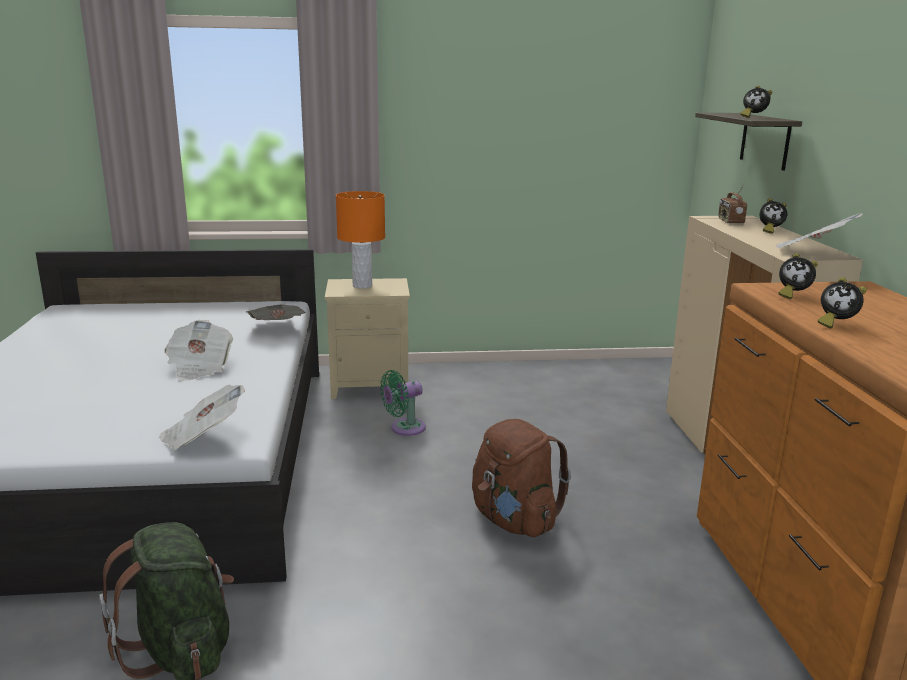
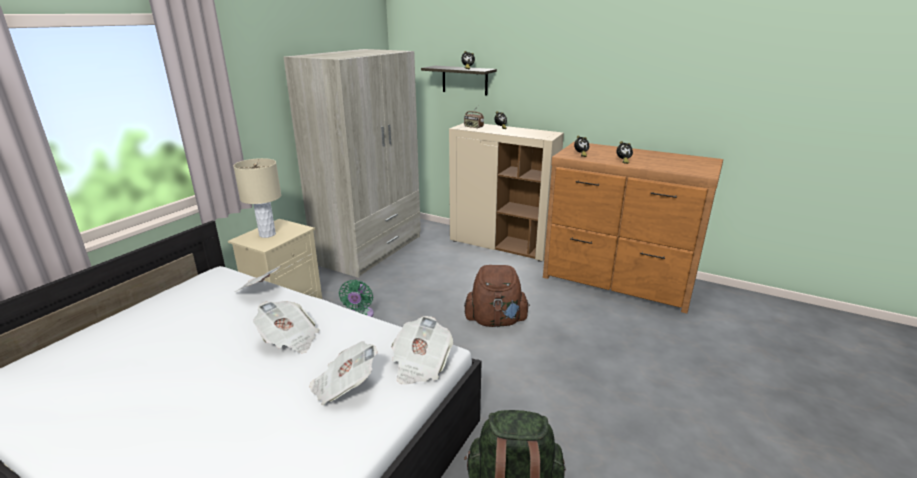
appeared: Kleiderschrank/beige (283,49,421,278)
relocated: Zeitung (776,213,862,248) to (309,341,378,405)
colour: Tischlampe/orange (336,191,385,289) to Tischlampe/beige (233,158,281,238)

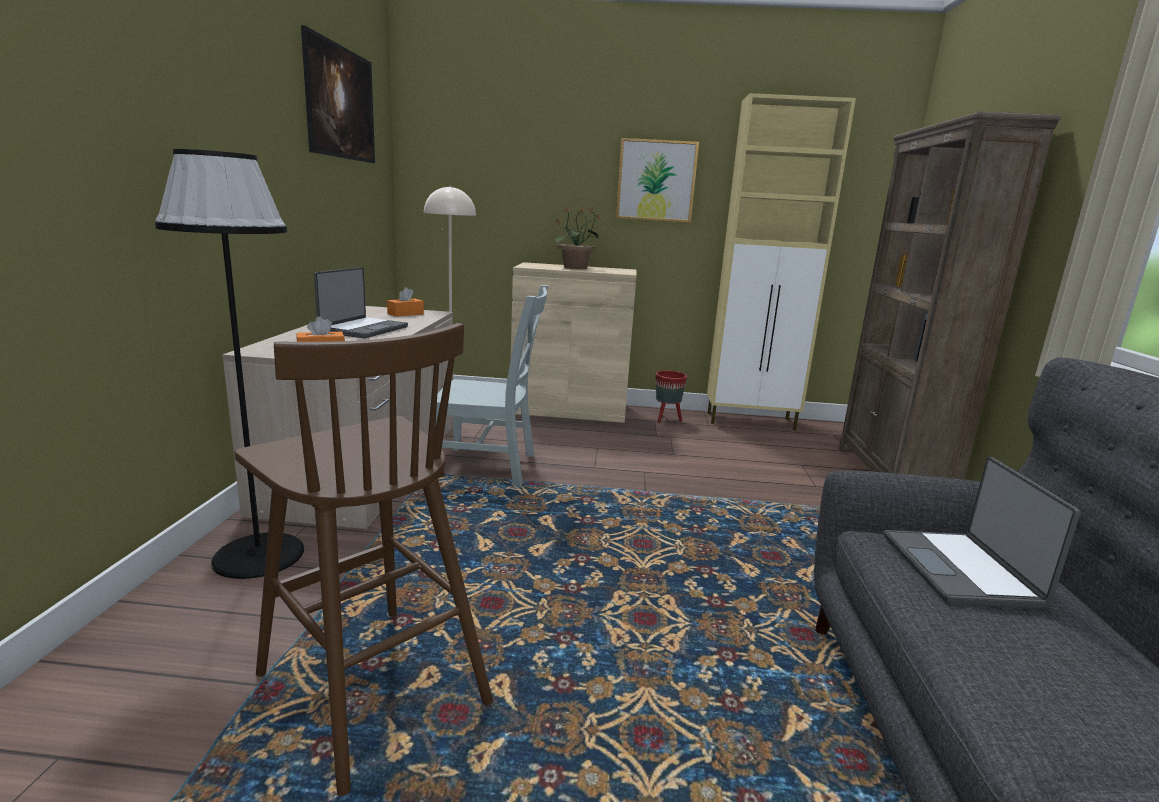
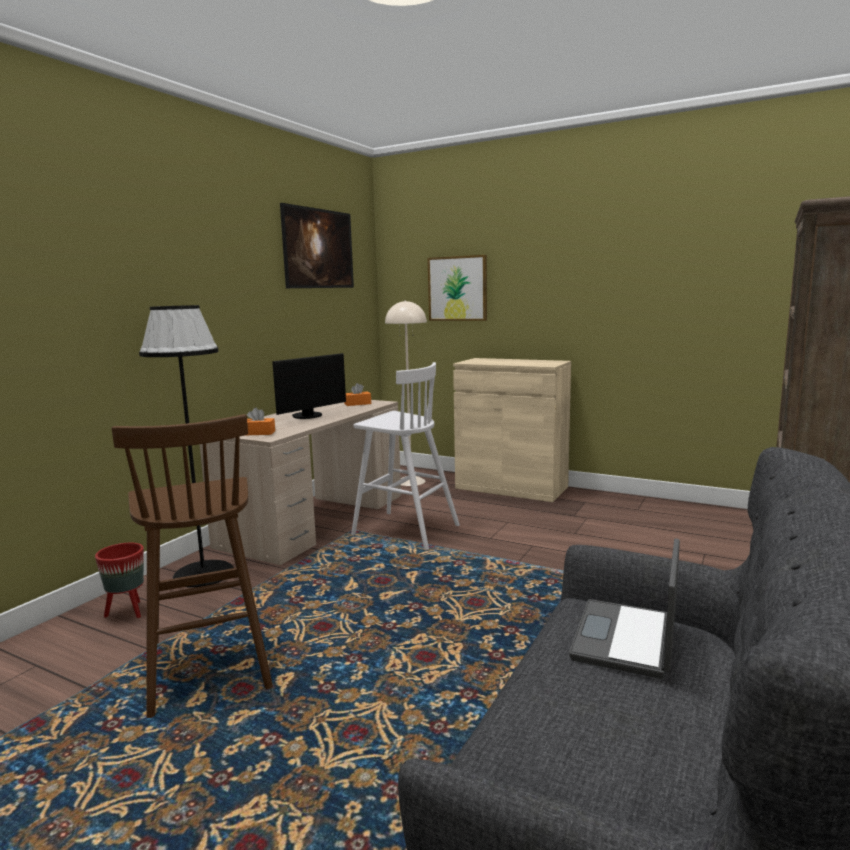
missing: Topfpflanze (555,207,605,269); Schrank/beige (707,93,856,431)
relocated: Bild (616,138,699,223) to (428,255,487,321); Pflanzkübel/rot (655,371,687,423) to (95,543,144,618)
exchanged: Laptop (314,267,408,338) to Monitor (272,353,346,419); Stuhl/grau (430,285,549,485) to Hocker/weiß (351,362,460,550)

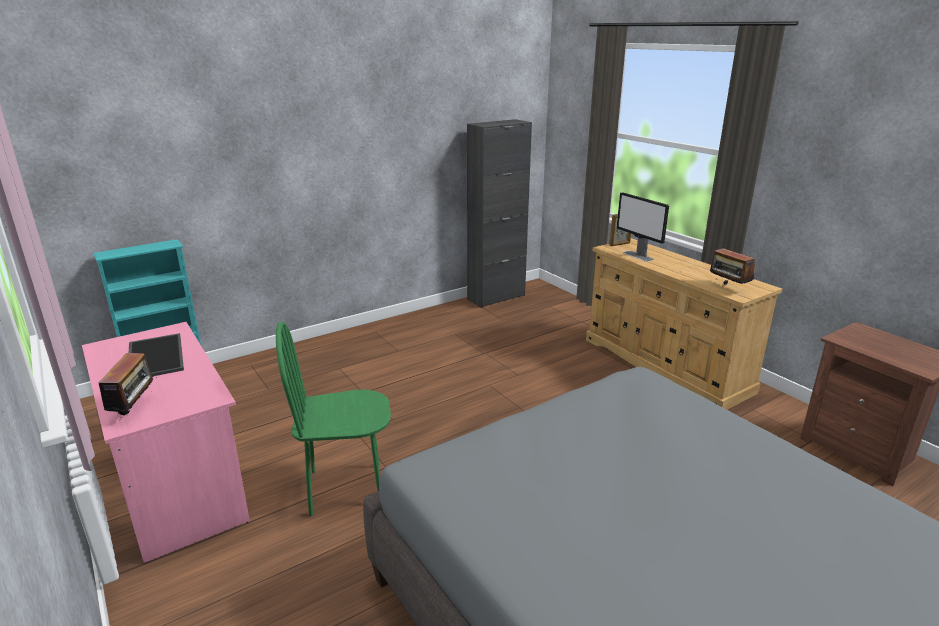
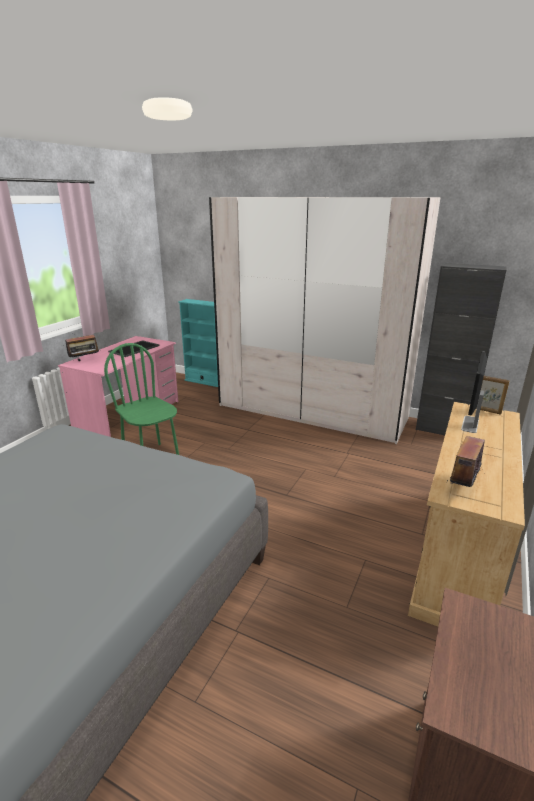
appeared: Kleiderschrank/beige (209,197,441,444)

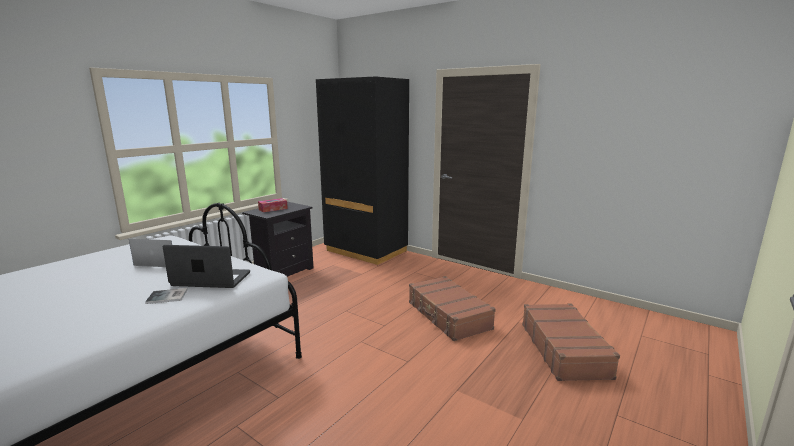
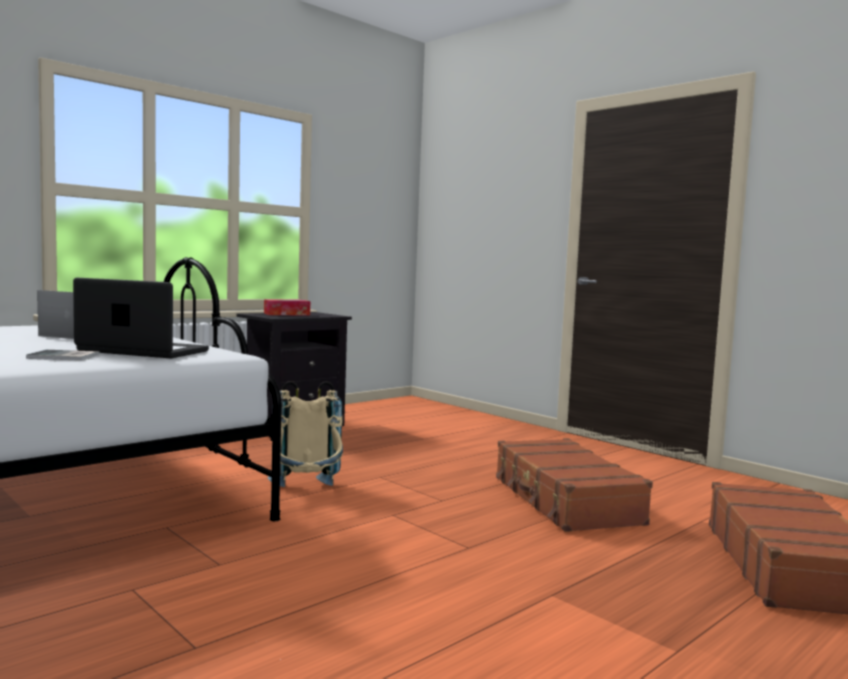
missing: Kleiderschrank/schwarz (316,76,409,265)
appeared: Rucksack/beige (268,381,343,487)

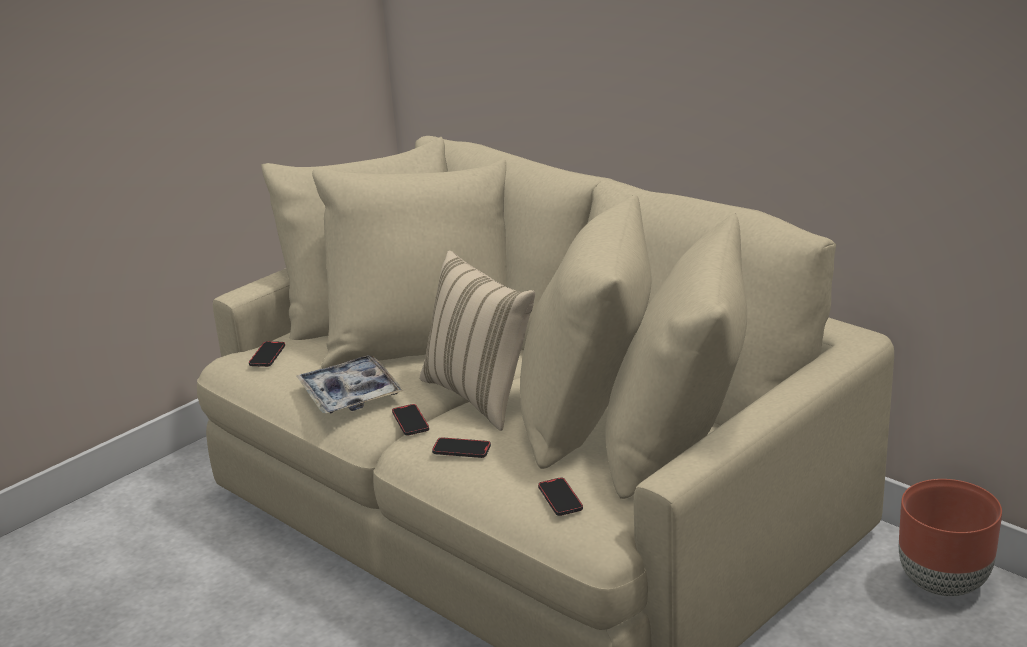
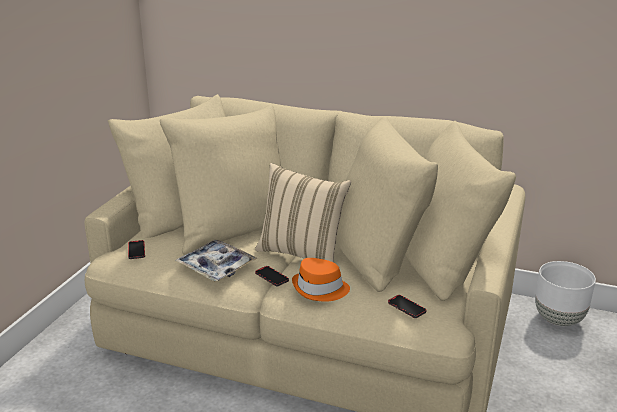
exchanged: Handy (432,437,491,458) to Hut/orange (292,258,350,302)
colour: Pflanzkübel/braun (899,479,1002,596) to Pflanzkübel/weiß (535,261,596,326)

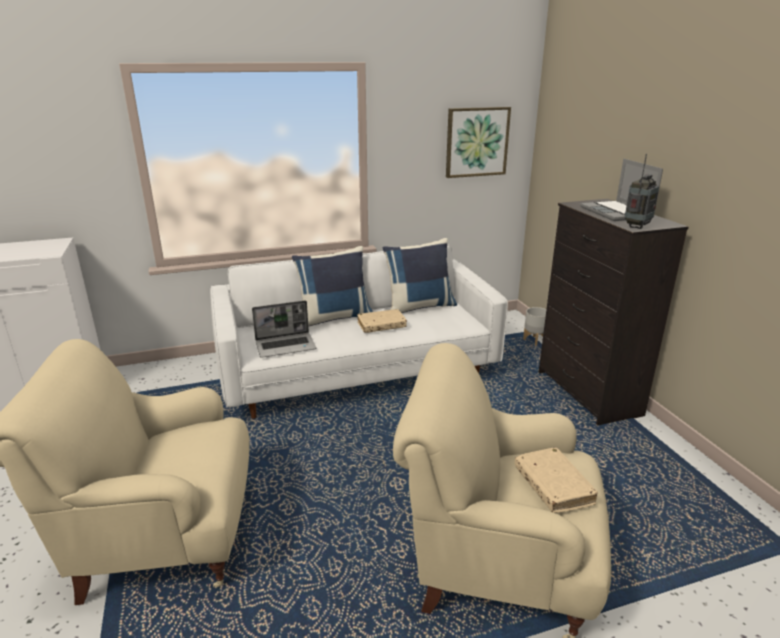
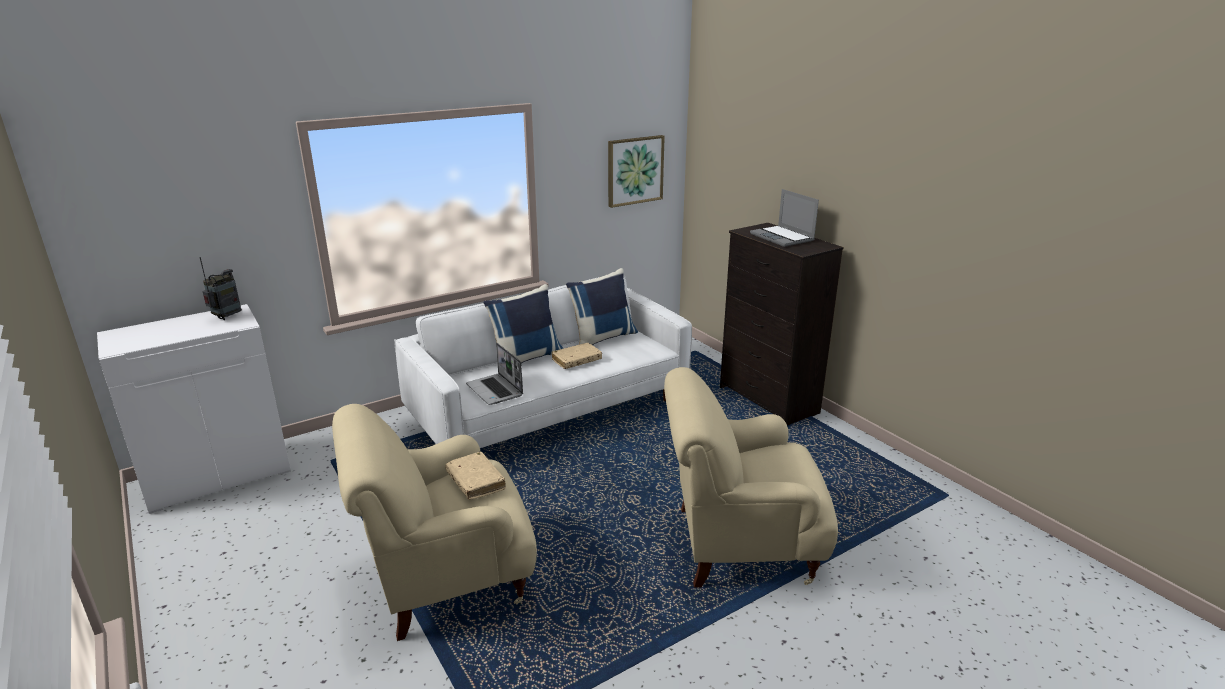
missing: Pflanzkübel/grau (523,307,546,346)
relocated: Buch/beige (515,447,598,513) to (445,452,506,500); Radio (625,154,659,229) to (200,257,242,320)
spun: Laptop (252,300,316,358) = (466,343,523,405) 90 degrees clockwise

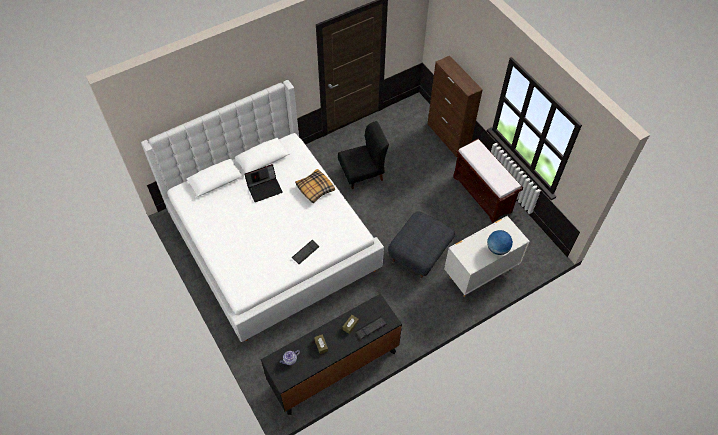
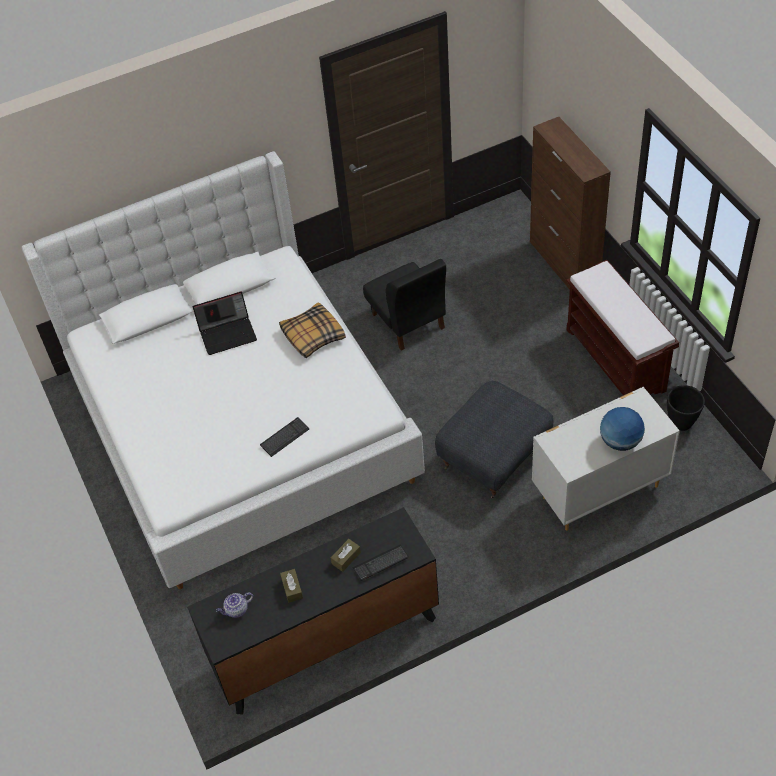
appeared: Pflanzkübel/schwarz (667,385,705,431)
spun: Stuhl/schwarz (338,121,389,189) = (363,259,446,351) 75 degrees clockwise

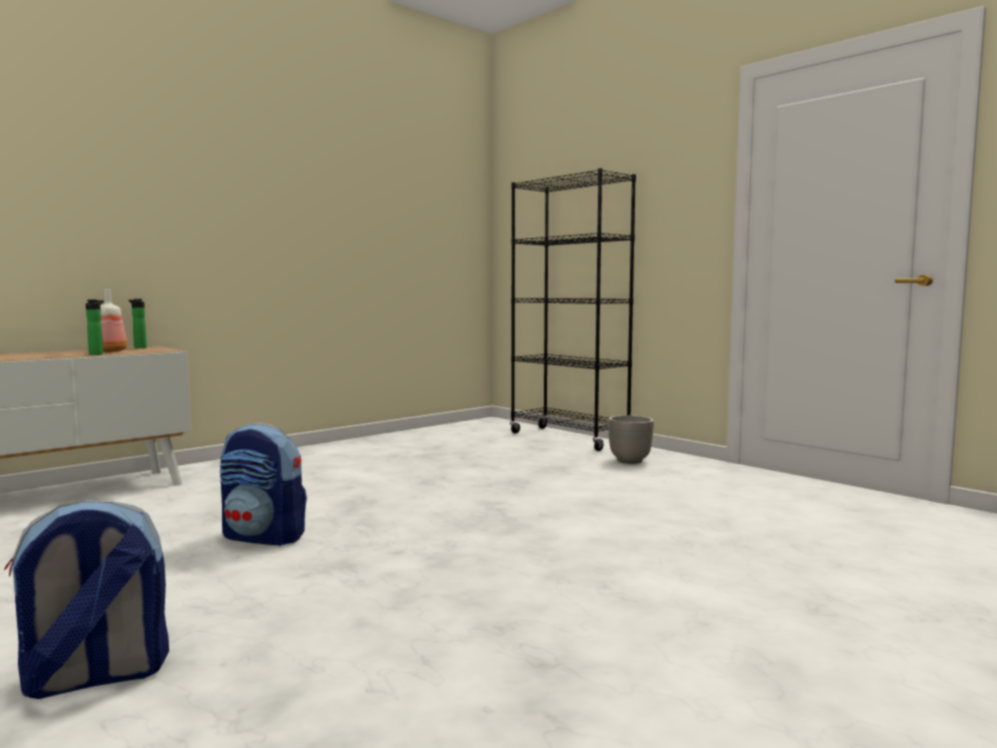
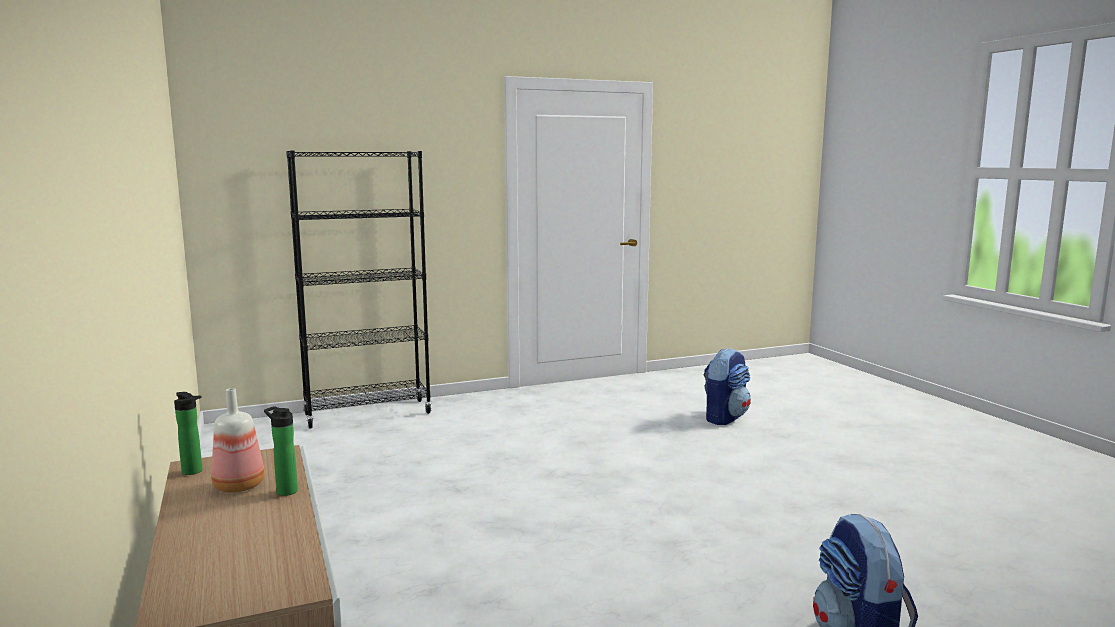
missing: Pflanzkübel (608,415,654,464)
relocated: Rucksack (220,423,307,546) to (704,348,751,425)

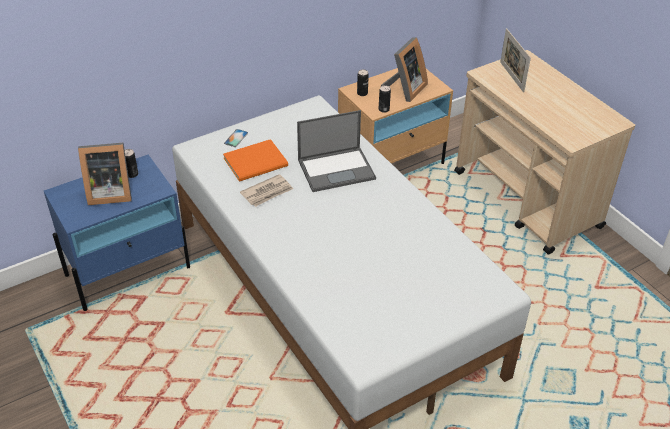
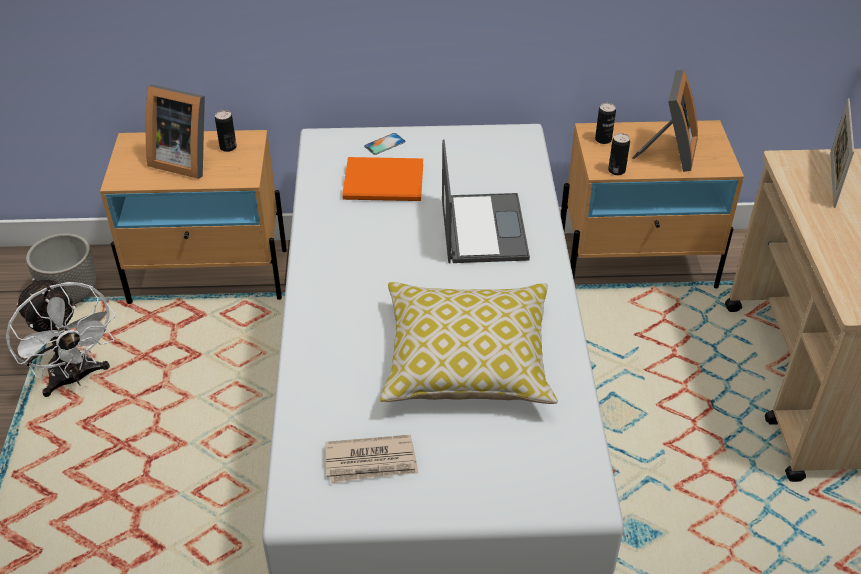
appeared: Ventilator/weiß (6,278,116,397); Pflanzkübel (26,233,96,304); Kissen (380,282,558,404)
relocated: Zeitung (240,174,293,207) to (325,435,418,483)
colour: Nachttisch/blau (44,154,190,311) to Nachttisch/beige (100,130,287,304)
spun: Laptop (297,110,376,192) = (442,140,530,263) 105 degrees counterclockwise; Bilderrahmen (381,37,428,102) = (633,69,698,172) 45 degrees counterclockwise

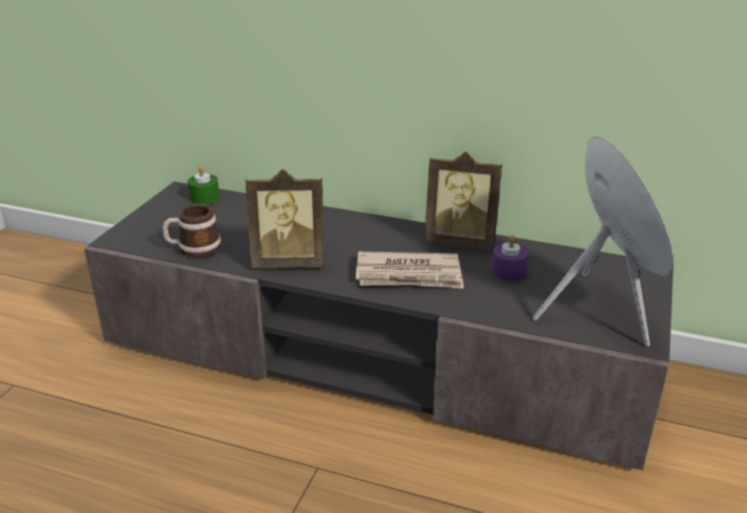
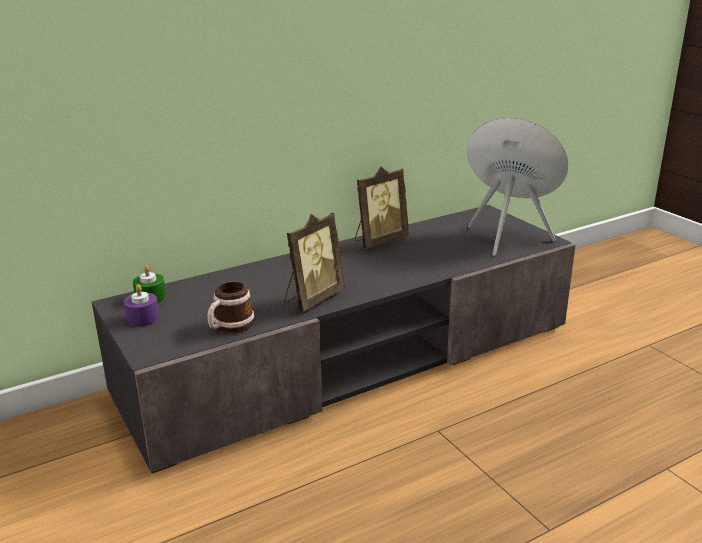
missing: Zeitung (356,251,464,289)
relocated: Kerze/lila (491,235,528,281) to (124,284,159,326)

